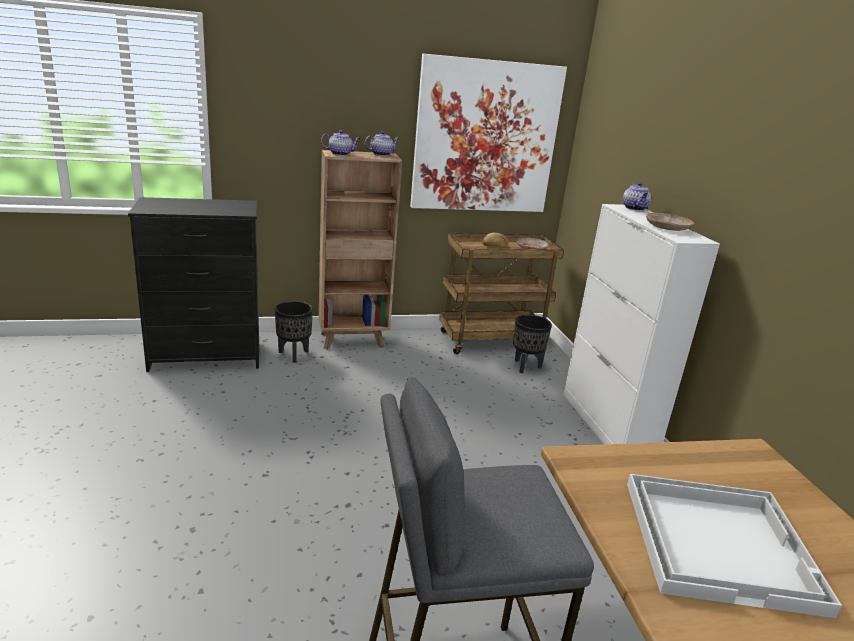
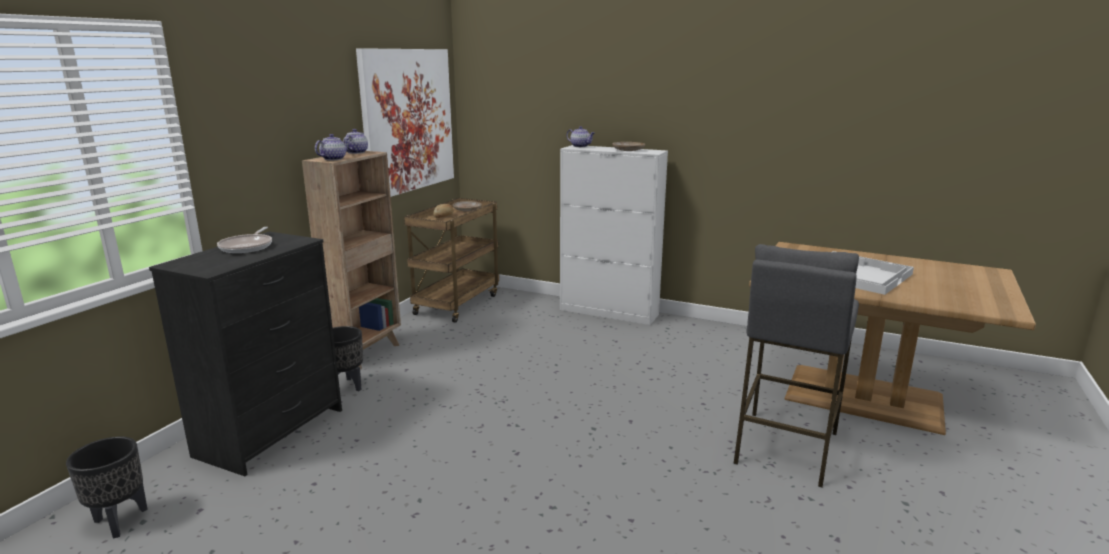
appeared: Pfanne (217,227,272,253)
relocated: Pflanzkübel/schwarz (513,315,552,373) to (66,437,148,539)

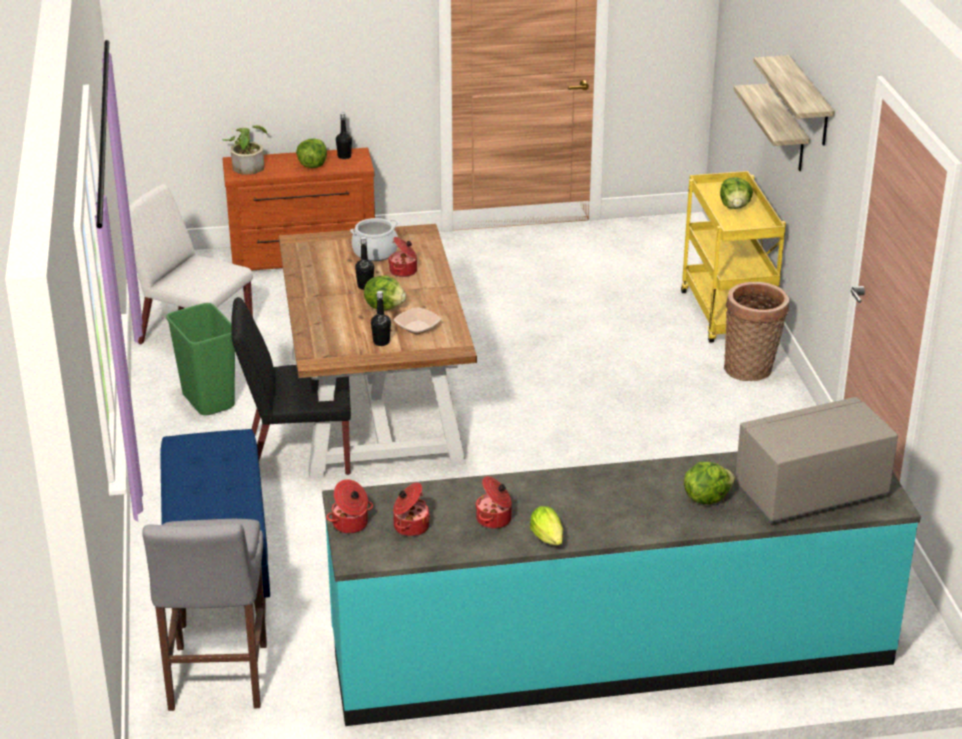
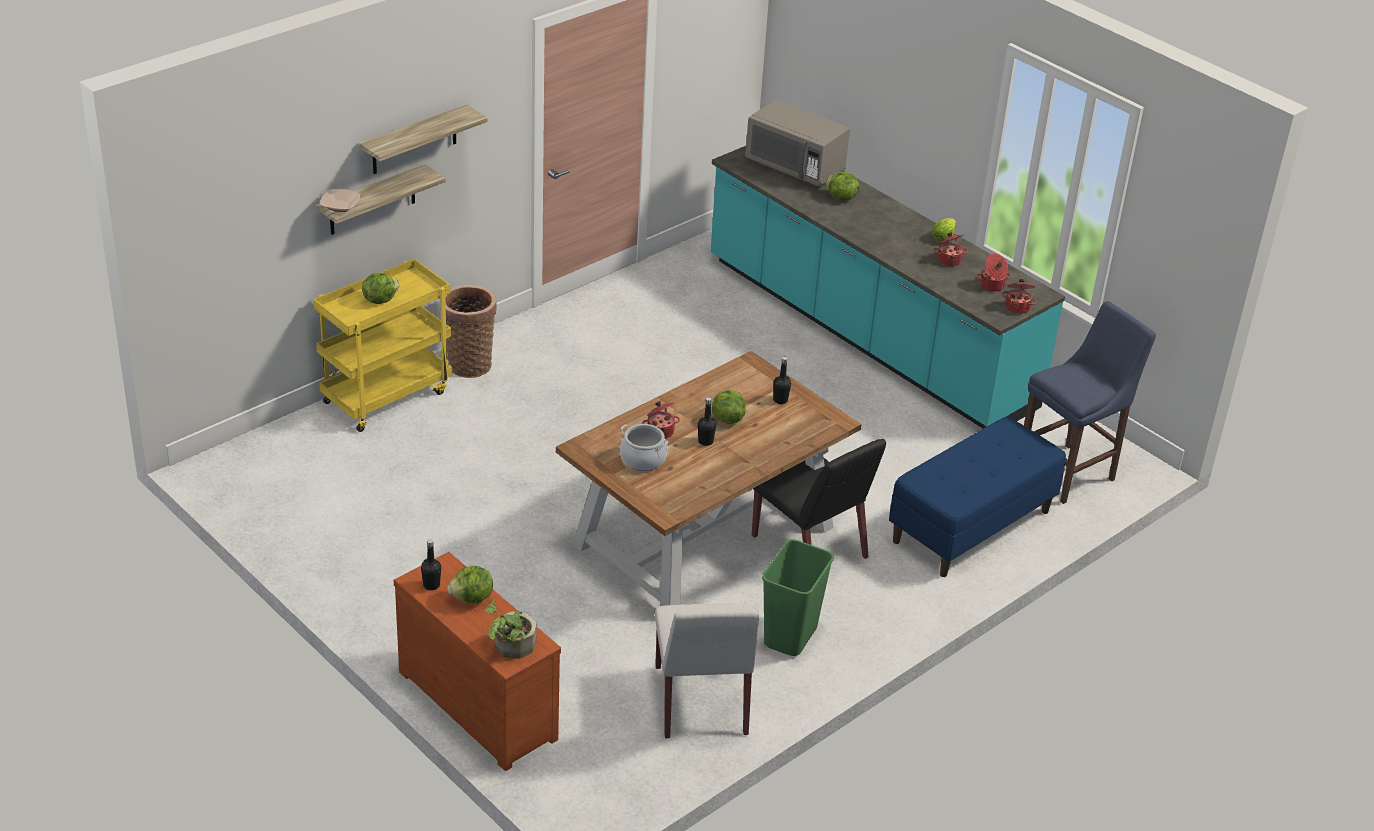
relocated: Schüssel (394,307,441,334) to (320,189,360,212)
colour: Hocker/grau (142,519,267,711) to Hocker/blau (1024,301,1156,504)

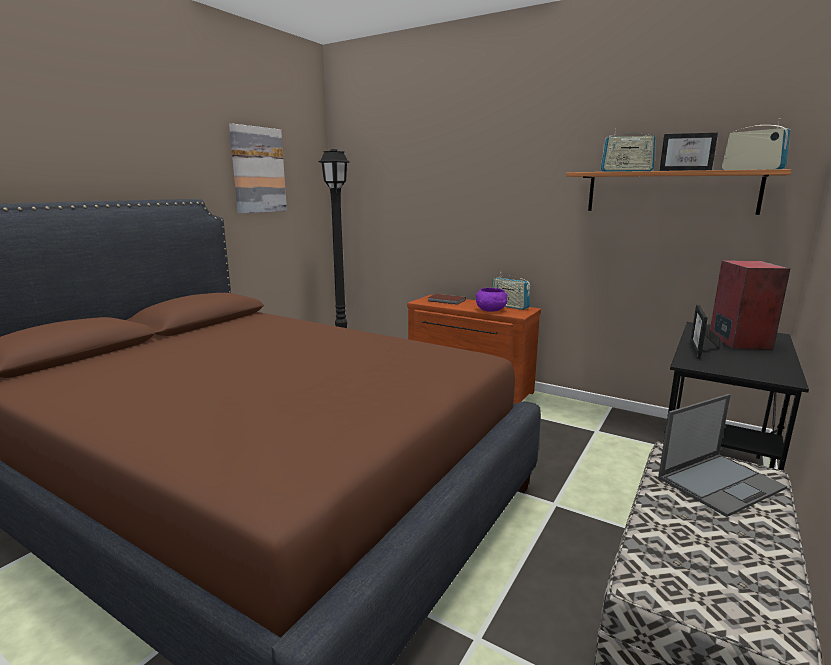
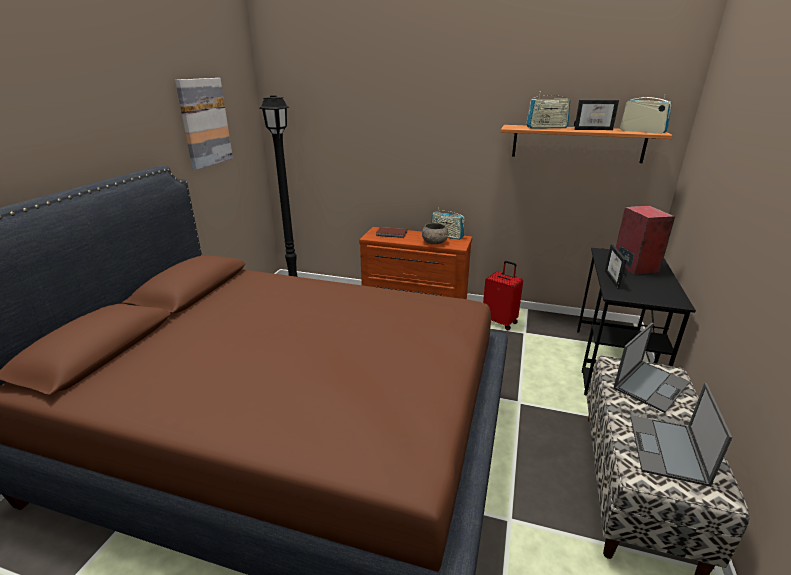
appeared: Koffer/rot (483,261,523,330); Laptop (630,383,732,487)
colour: Schüssel/lila (476,288,508,311) to Schüssel/grau (422,223,448,244)

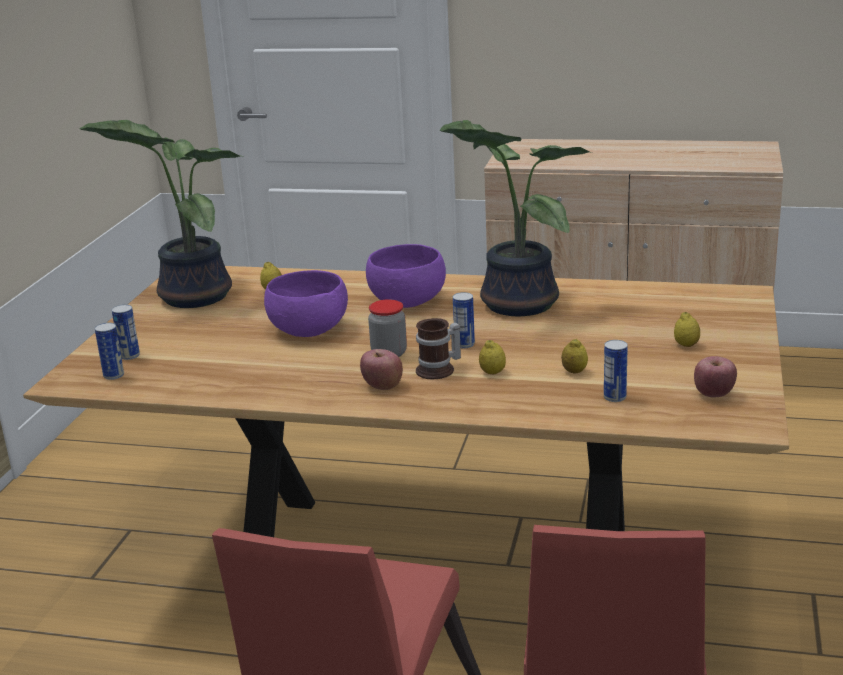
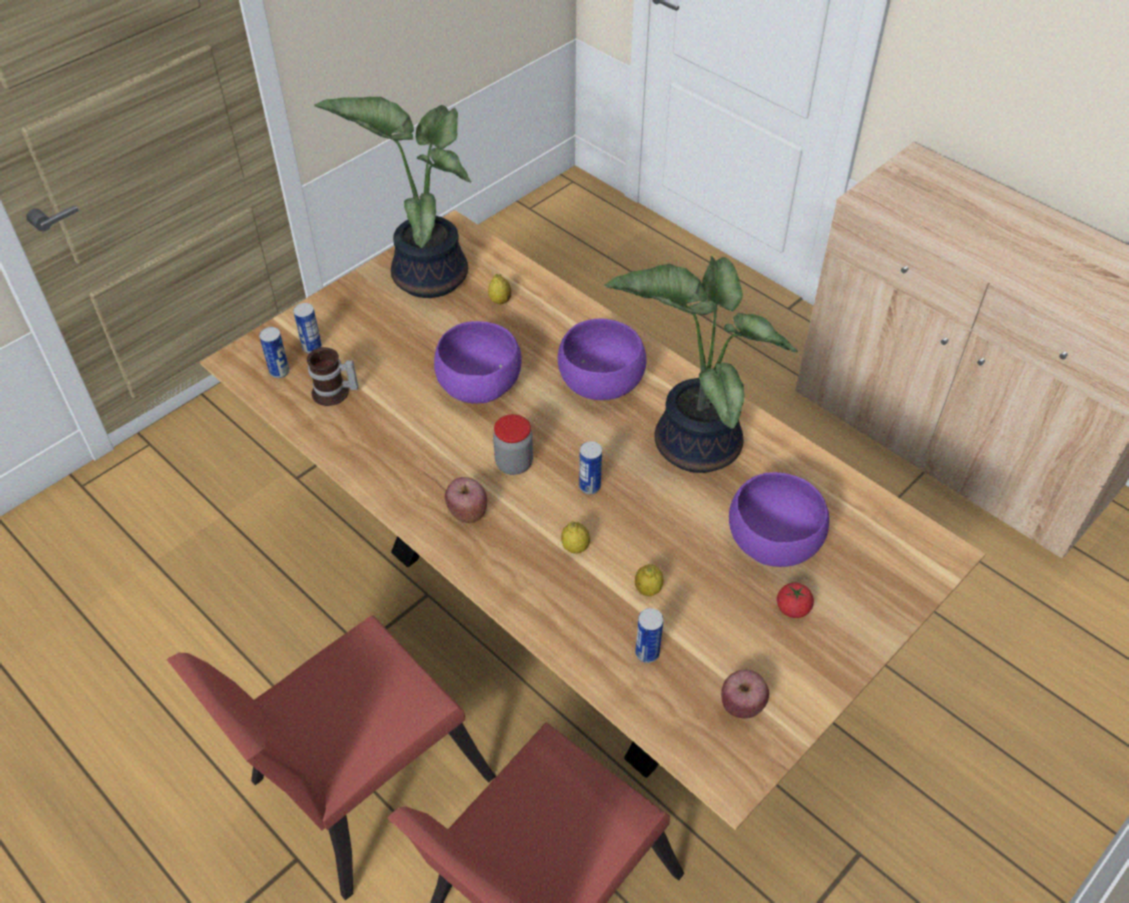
appeared: Schüssel/lila (729,472,829,567)
relocated: Henkelbecher (416,318,461,379) to (307,347,358,406)
exchanged: Zitrone (674,312,700,347) to Tomate (777,583,814,618)

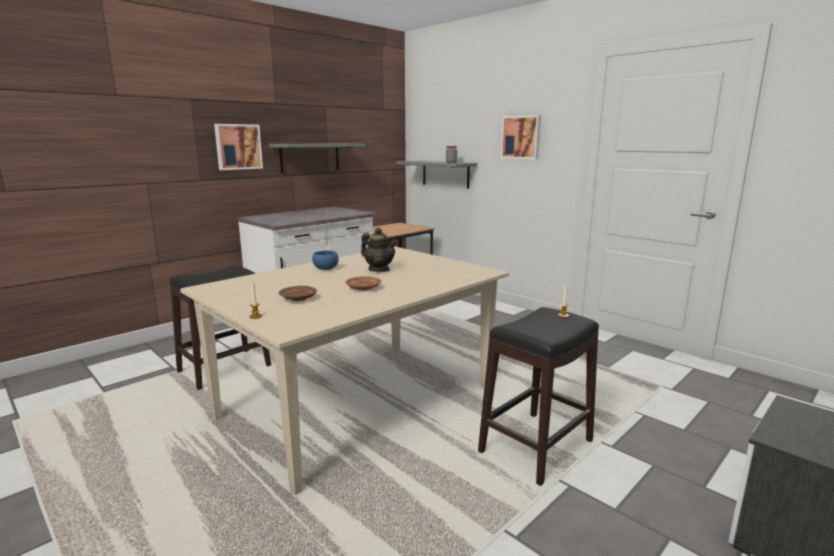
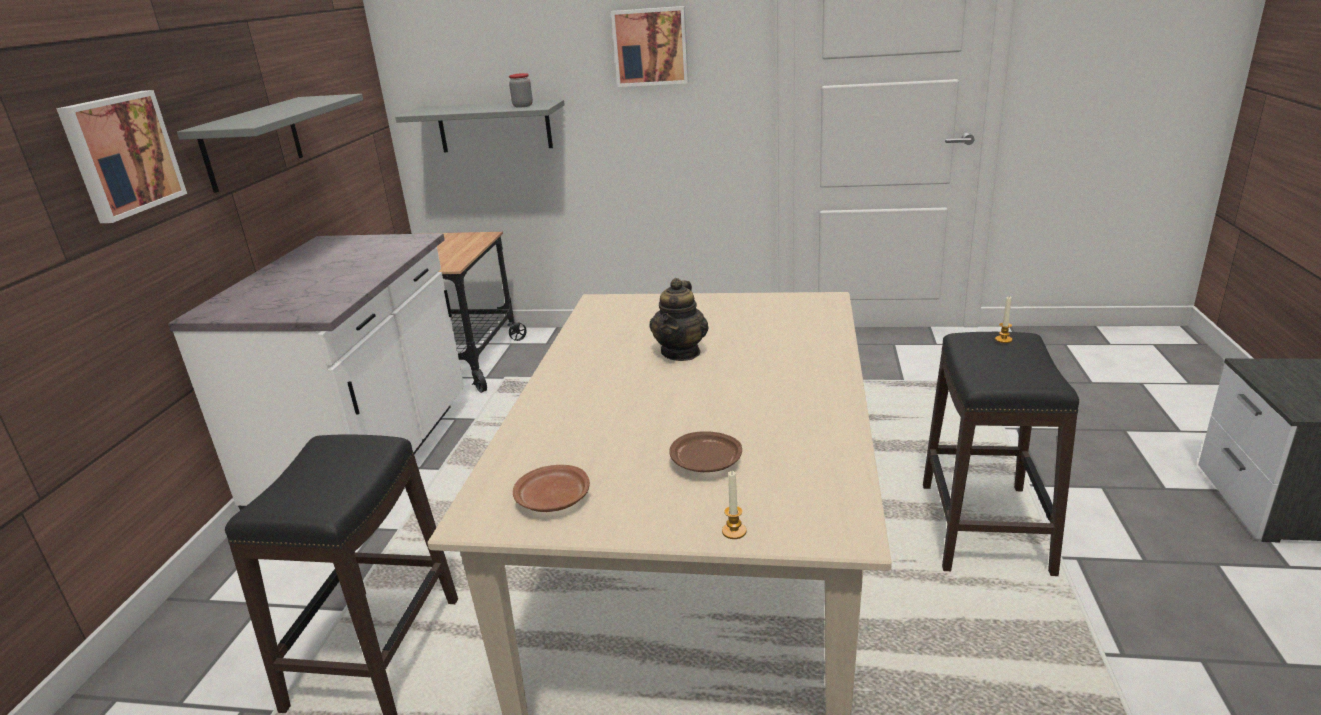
missing: Schüssel/blau (312,251,339,270)
relocated: Teller/braun (345,276,381,291) to (513,465,590,512)
spun: Teekanne (361,228,397,272) = (649,278,709,361) 105 degrees clockwise

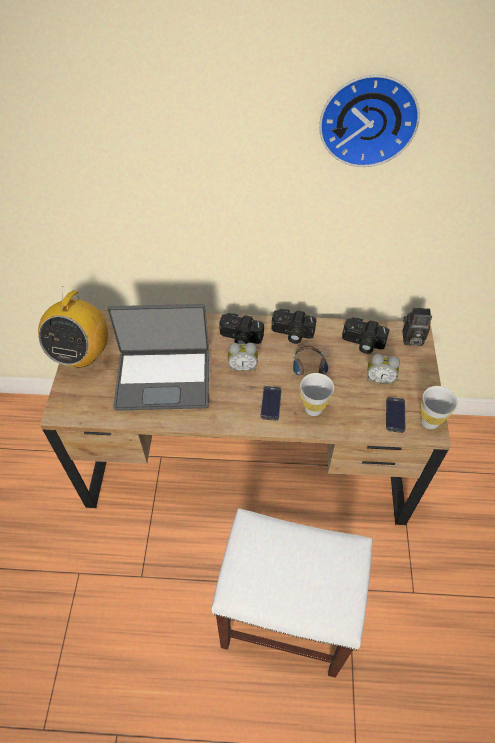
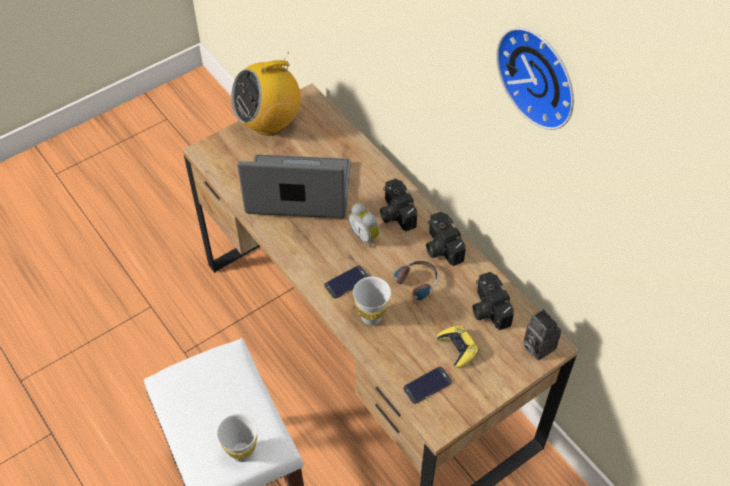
relocated: Tasse/weiß (420,386,458,429) to (217,414,257,462)
exchanged: Wecker (367,354,400,386) to Gamepad/gelb (437,326,479,368)
spun: Laptop (108,304,209,411) = (237,155,351,218) 135 degrees clockwise

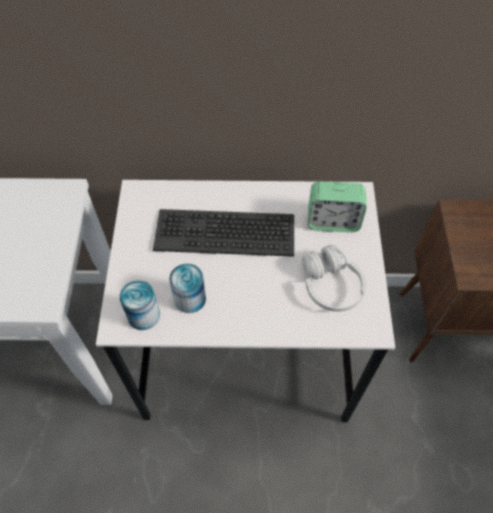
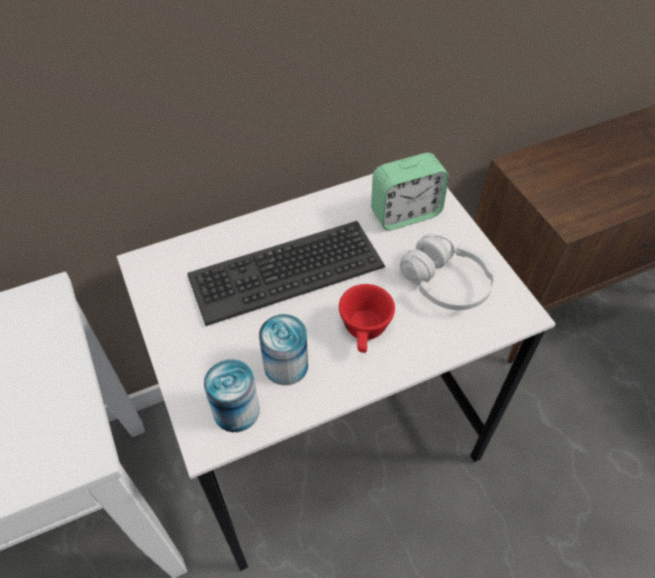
appeared: Tasse/rot (339,284,395,353)

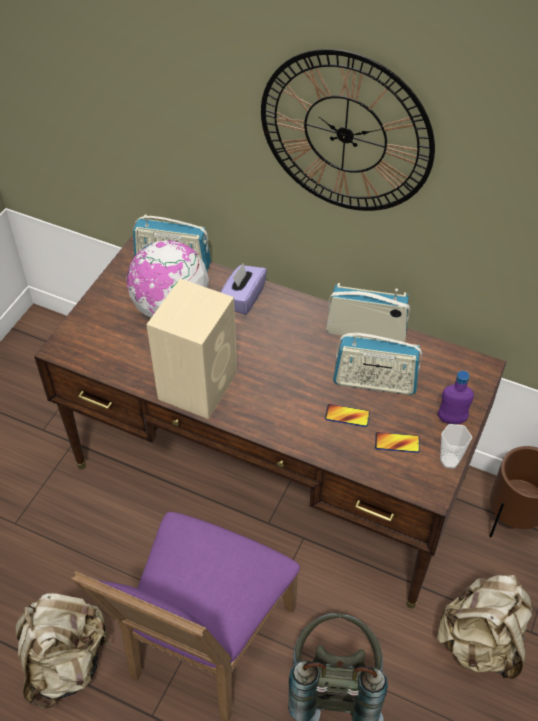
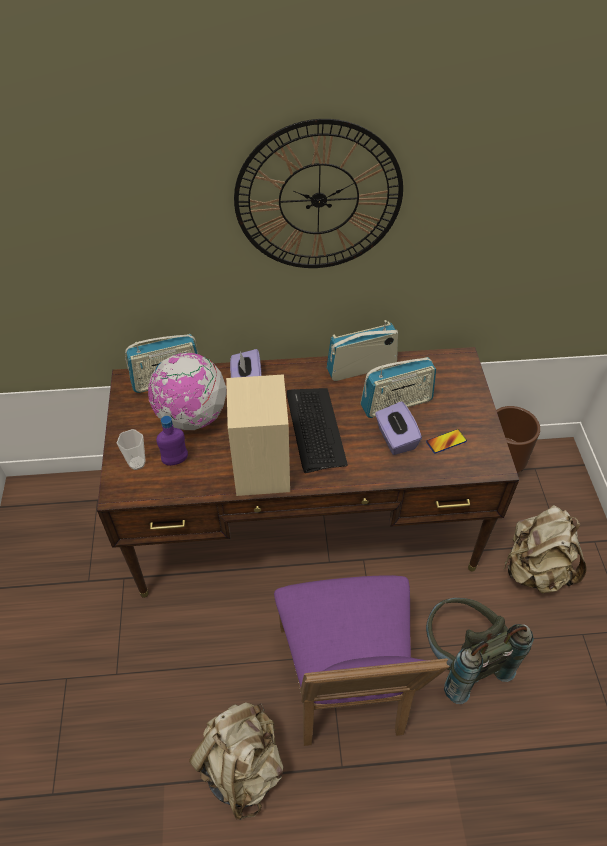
appeared: Tastatur (287,388,348,473)
relocated: Flasche/lila (438,371,474,424) to (156,416,188,466); Tasse (440,424,472,469) to (117,429,146,470)
exchanged: Handy (325,404,370,427) to Taschentuchbox/lila (375,401,422,455)

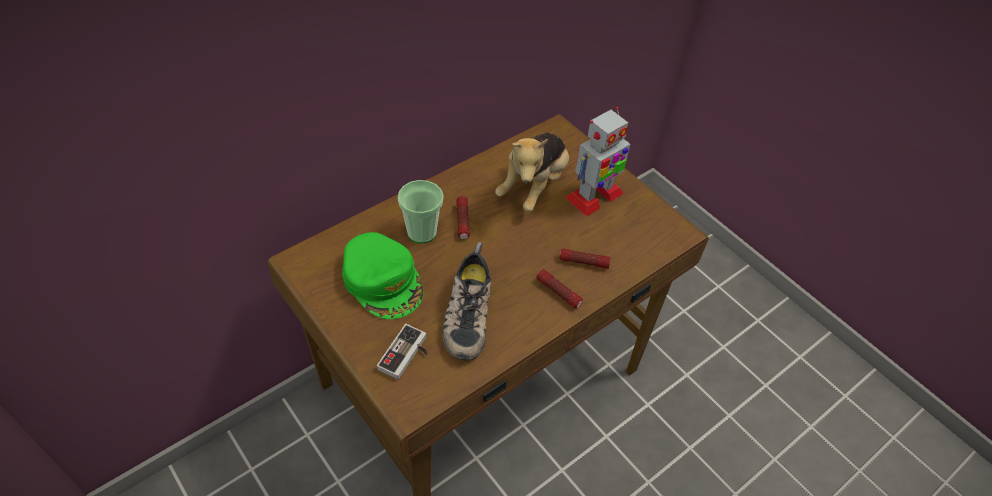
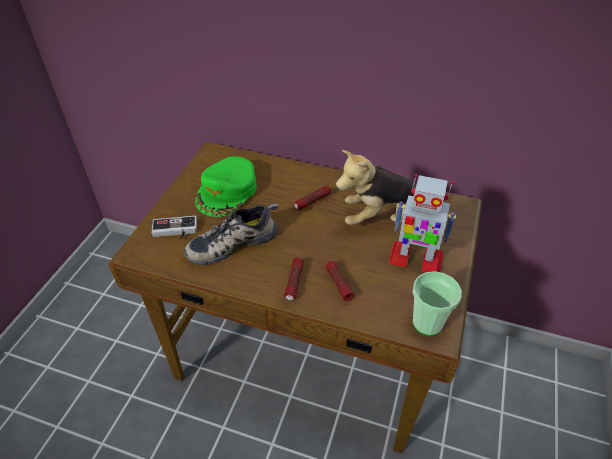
relocated: Tasse (398,180,443,243) to (413,271,462,336)

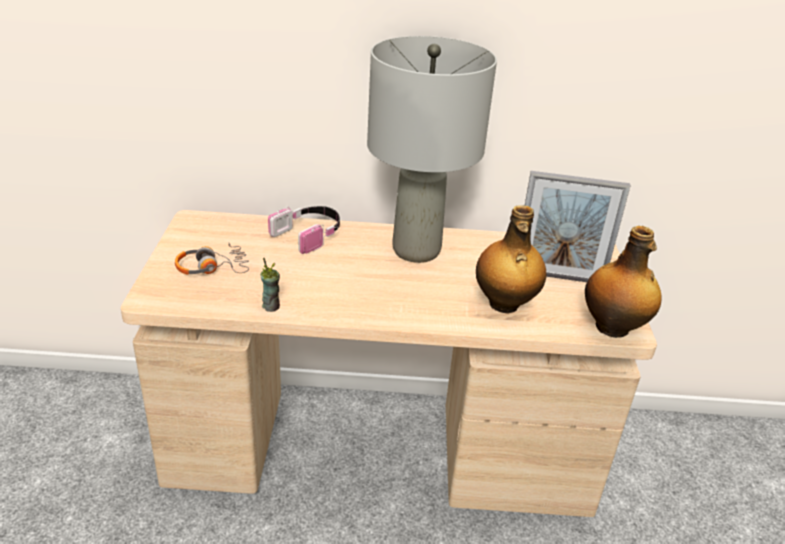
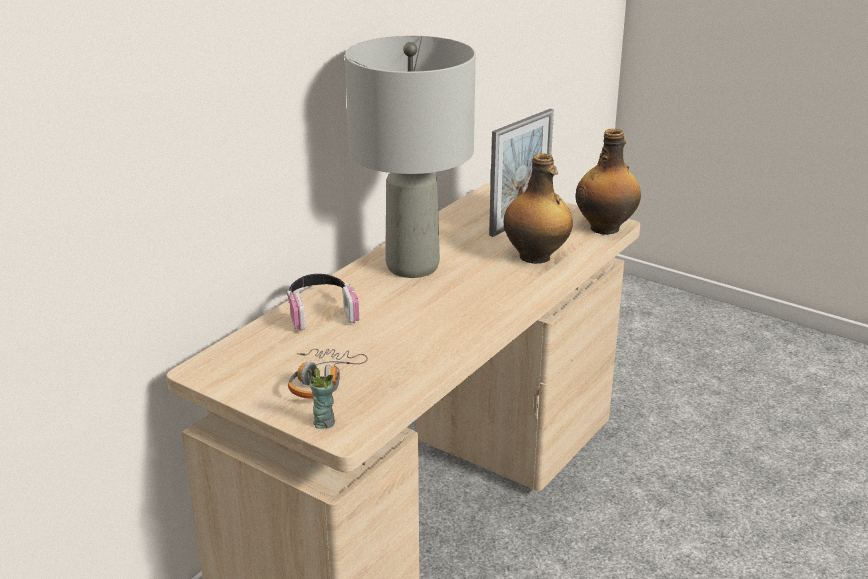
relocated: Tasse (260,258,280,312) to (308,368,335,429)

